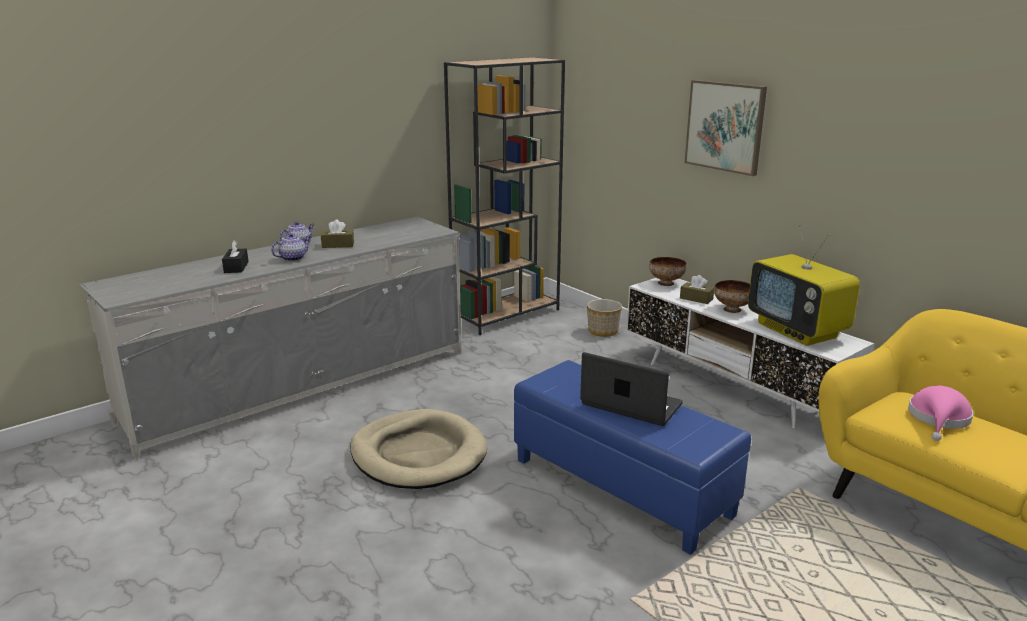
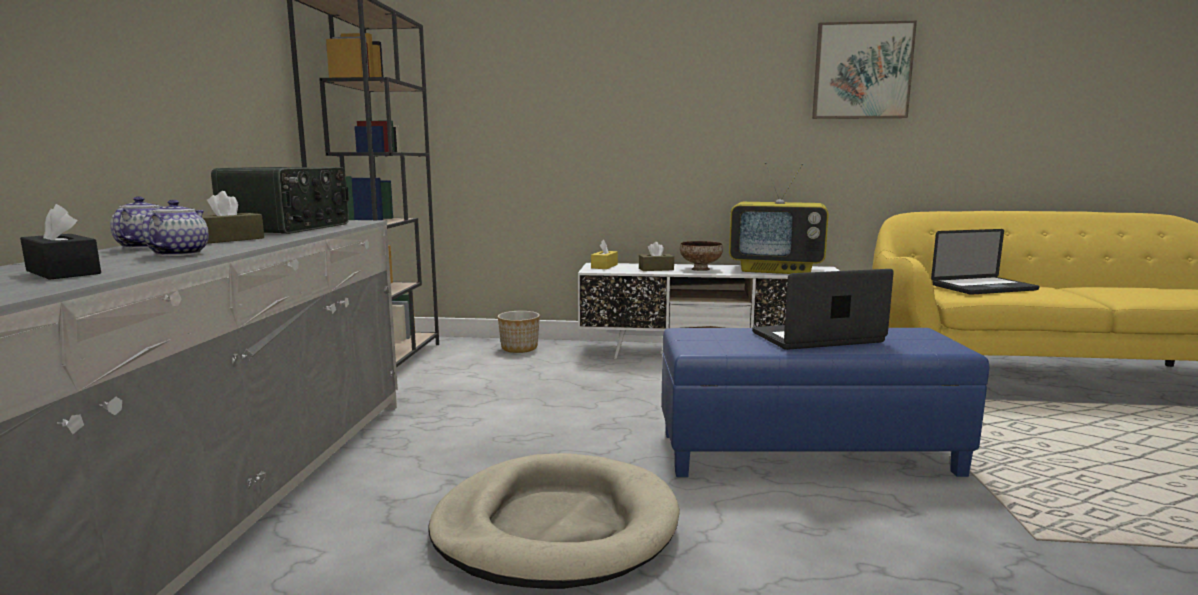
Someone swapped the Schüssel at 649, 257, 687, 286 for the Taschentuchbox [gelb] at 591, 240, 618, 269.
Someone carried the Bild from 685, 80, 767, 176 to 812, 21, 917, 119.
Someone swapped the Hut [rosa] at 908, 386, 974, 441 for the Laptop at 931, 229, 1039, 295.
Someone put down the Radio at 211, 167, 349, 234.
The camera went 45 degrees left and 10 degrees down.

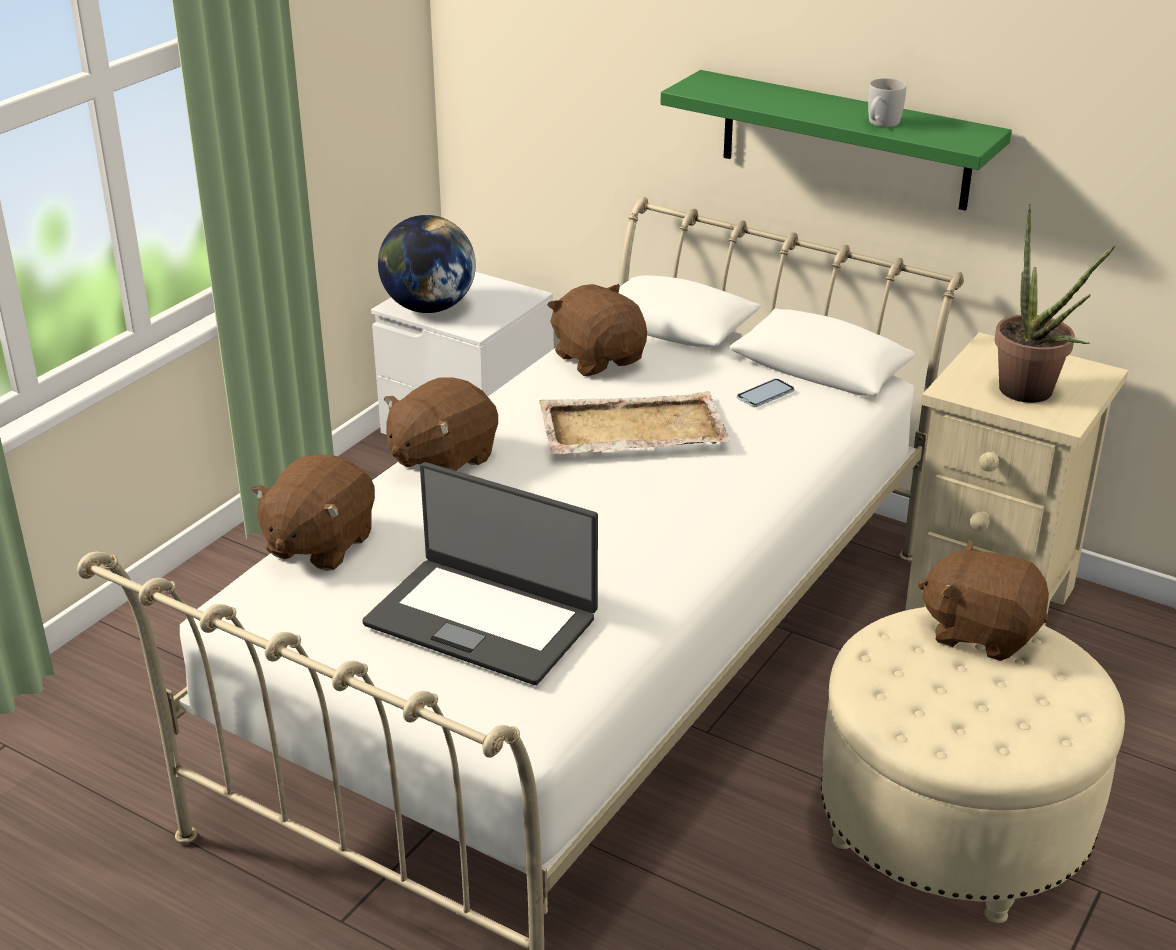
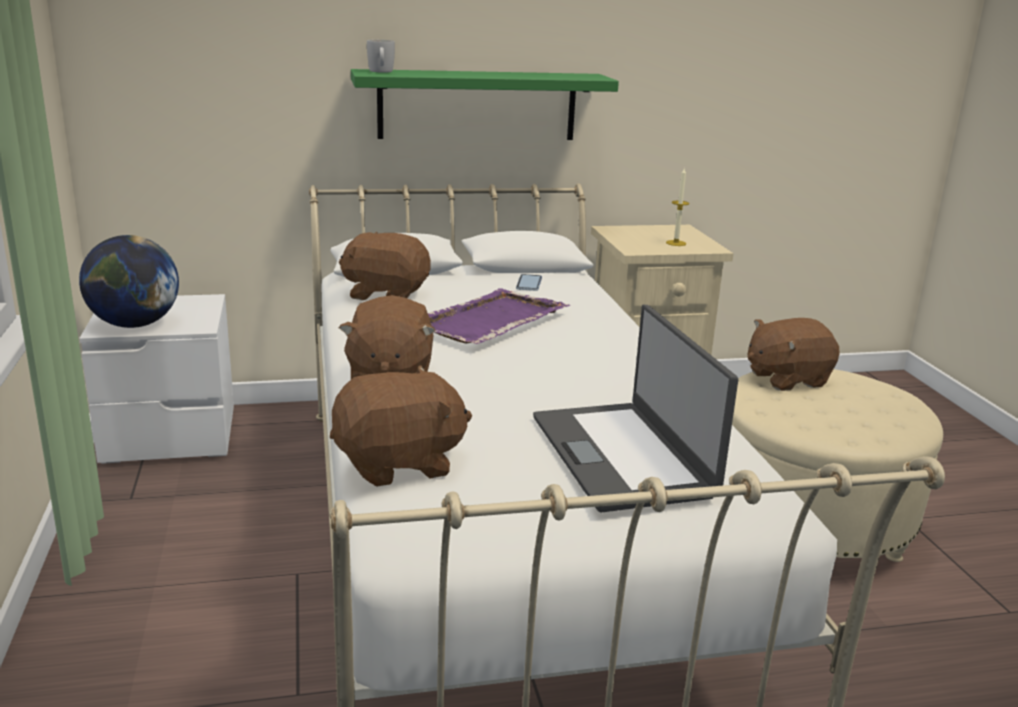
Someone rotated the Plüschtier [braun] at 251, 455, 375, 571 by 90 degrees counterclockwise.
Someone rotated the Laptop at 362, 462, 598, 685 by 90 degrees clockwise.
Someone repainted the Tablett [beige] at 539, 391, 731, 454, which became the Tablett [lila] at 428, 288, 570, 344.
Someone carried the Henkelbecher [weiß] from 868, 78, 907, 127 to 367, 40, 395, 72.
Someone swapped the Topfpflanze at 995, 203, 1116, 403 for the Kerze at 666, 167, 689, 246.
The camera went 45 degrees left and 10 degrees down.

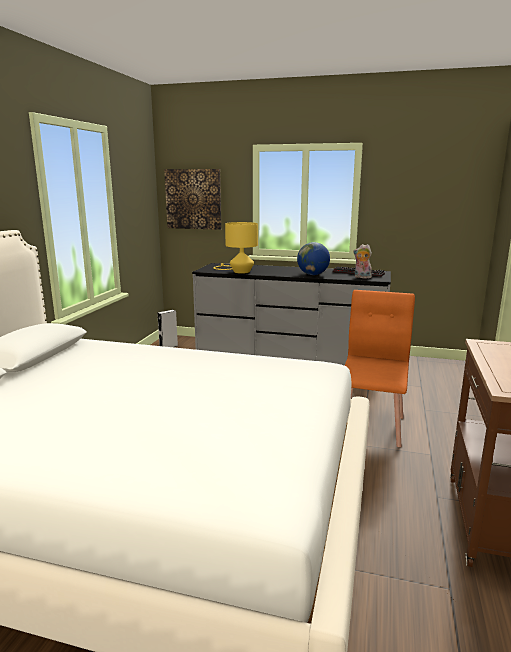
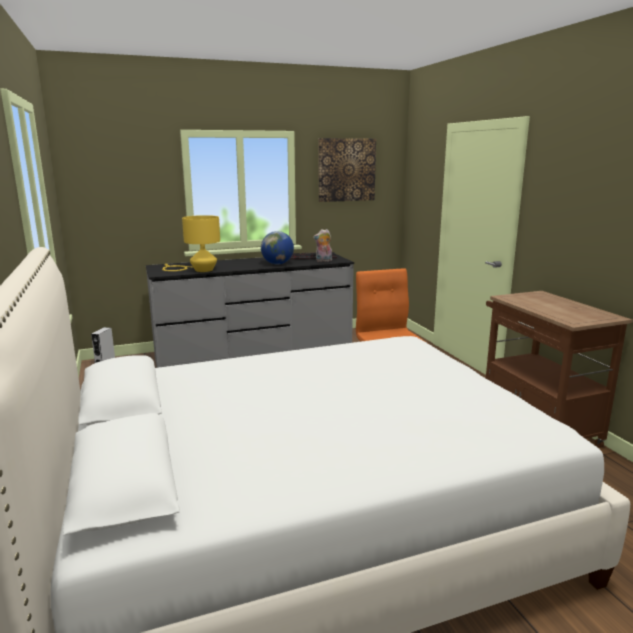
Someone carried the Bild from 164, 169, 221, 230 to 319, 138, 376, 202.
The camera went 35 degrees left and 0 degrees up.

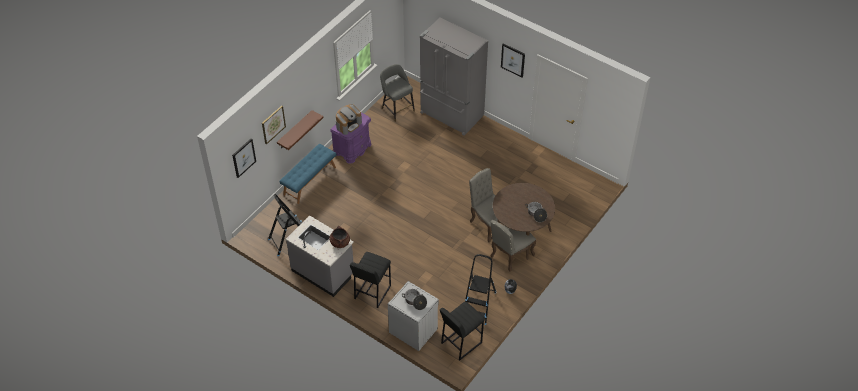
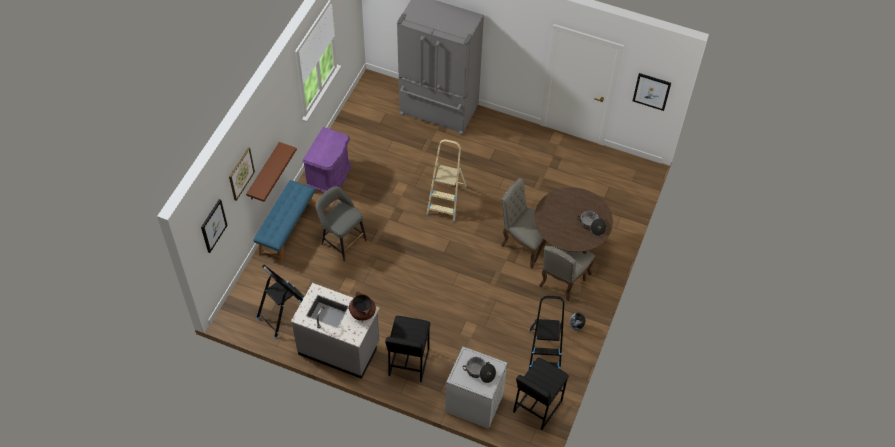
Someone took away the Kaffeemaschine at 336, 104, 362, 135.
Someone carried the Hocker [grau] from 380, 64, 415, 122 to 315, 186, 367, 261.
Someone carried the Bild from 501, 43, 525, 78 to 633, 73, 671, 111.
Someone put down the Trittleiter [beige] at 426, 139, 467, 223.
The camera went 15 degrees left and 5 degrees up.

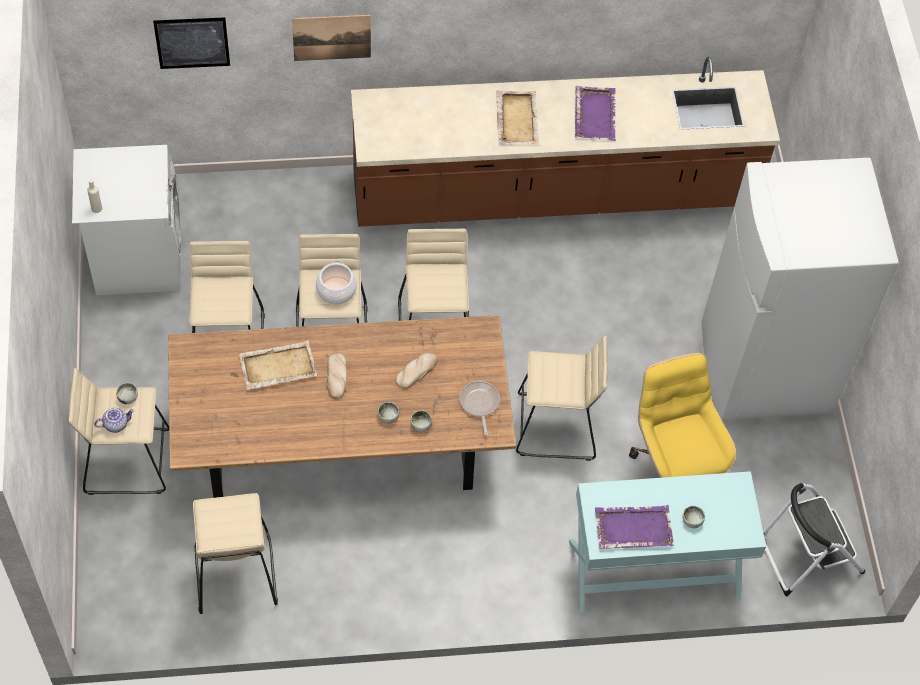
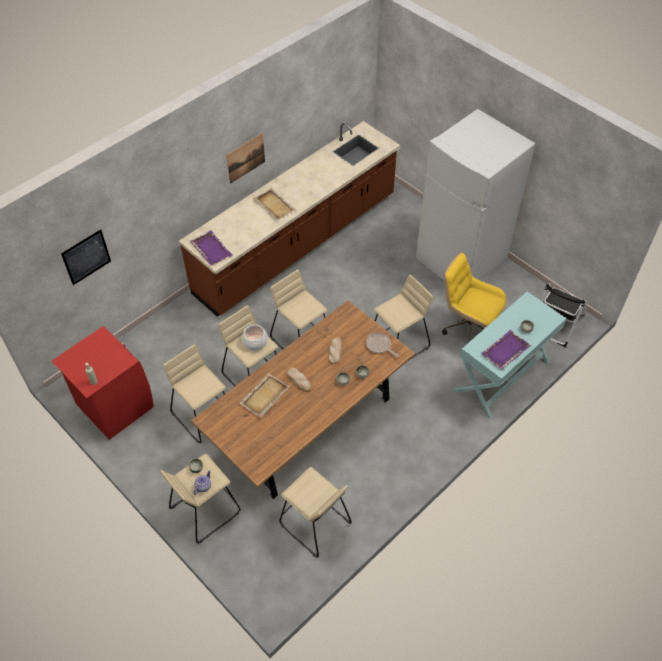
Someone repainted the Waschmaschine [weiß] at 72, 145, 181, 295, which became the Waschmaschine [rot] at 52, 326, 154, 440.
Someone carried the Bild from 292, 15, 371, 61 to 226, 133, 265, 184.
Someone carried the Tablett [lila] from 575, 86, 616, 141 to 190, 231, 233, 266.
The camera went 35 degrees left and 5 degrees down.

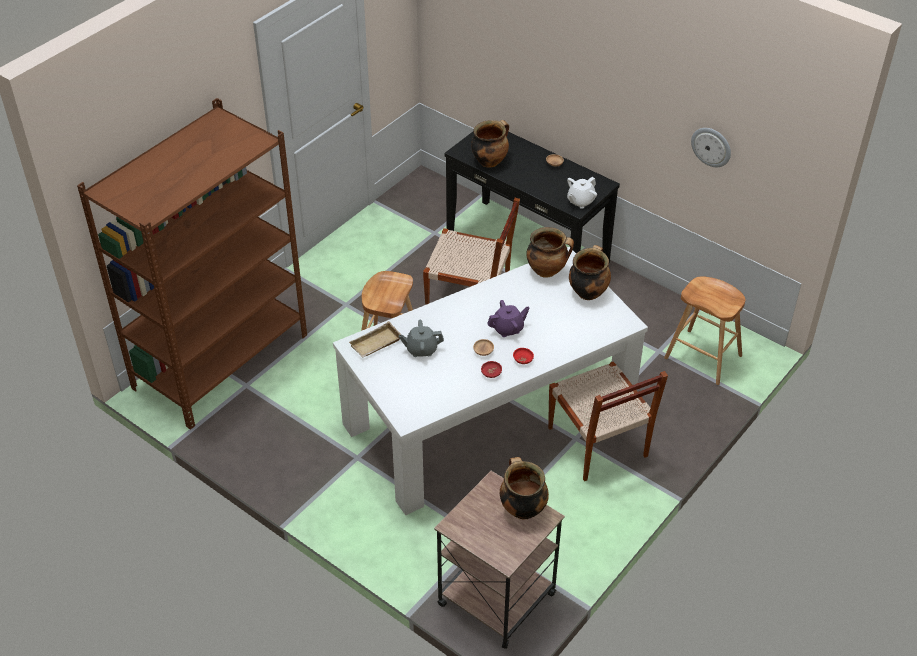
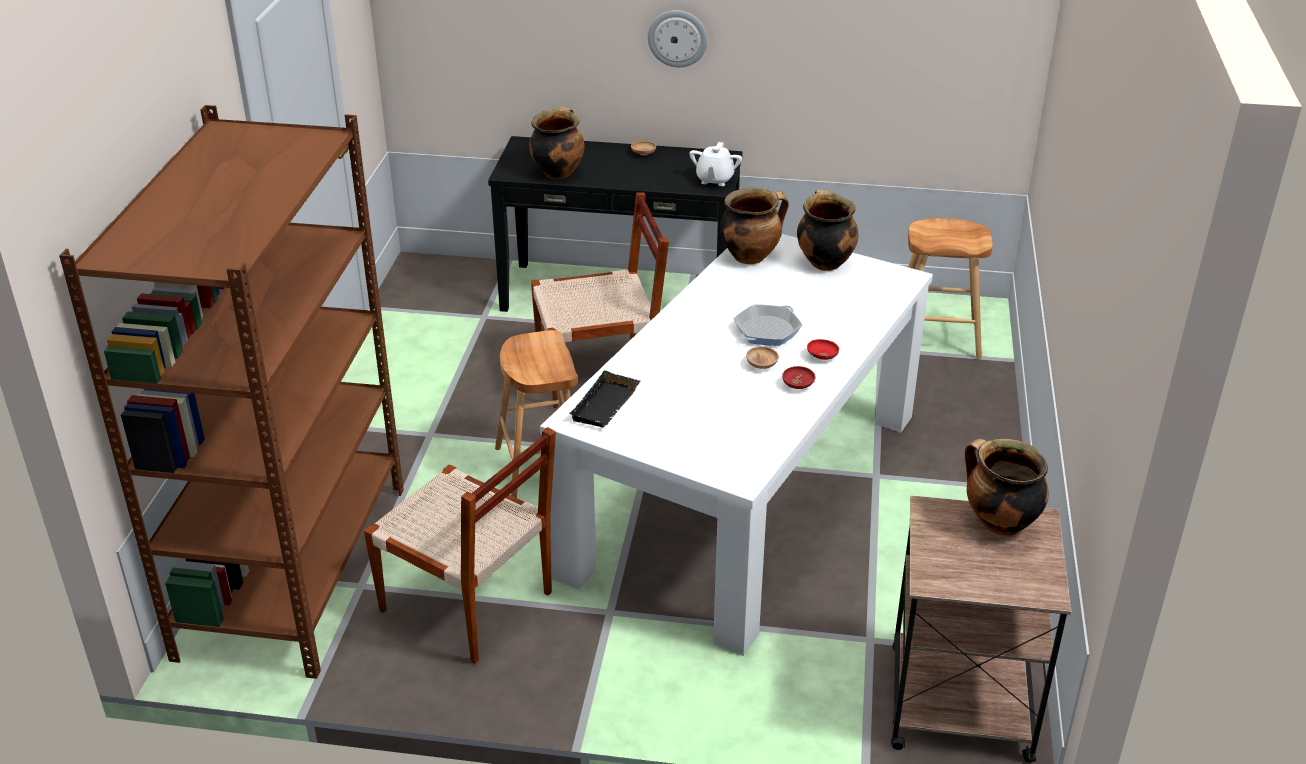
Someone repainted the Tablett [beige] at 349, 321, 402, 357, which became the Tablett [schwarz] at 569, 370, 640, 427.
Someone took away the Teekanne [grau] at 399, 320, 444, 357.
Someone swapped the Teekanne [lila] at 487, 300, 530, 337 for the Pfanne at 734, 304, 802, 346.
Someone carried the Stuhl from 548, 362, 668, 481 to 364, 427, 556, 664.
Someone carried the Wanduhr from 691, 128, 731, 167 to 648, 10, 708, 67.
The camera went 30 degrees left and 10 degrees down.

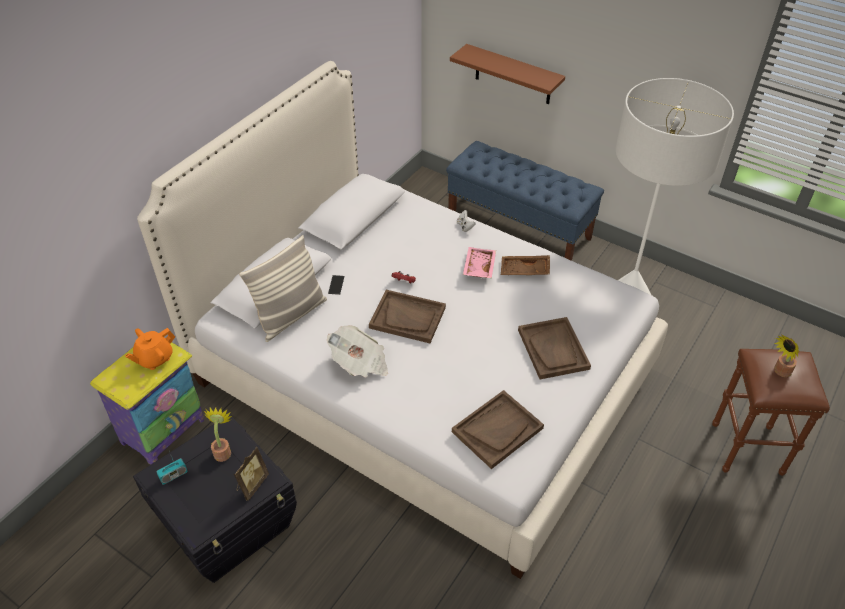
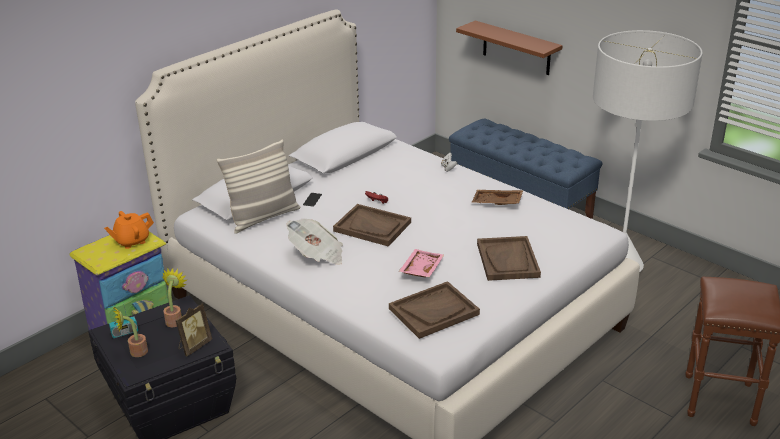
Someone carried the Tablett [rosa] from 463, 247, 496, 278 to 399, 249, 444, 278.
Someone carried the Topfpflanze from 774, 335, 799, 377 to 112, 306, 148, 357.
The camera went 10 degrees right and 15 degrees down.

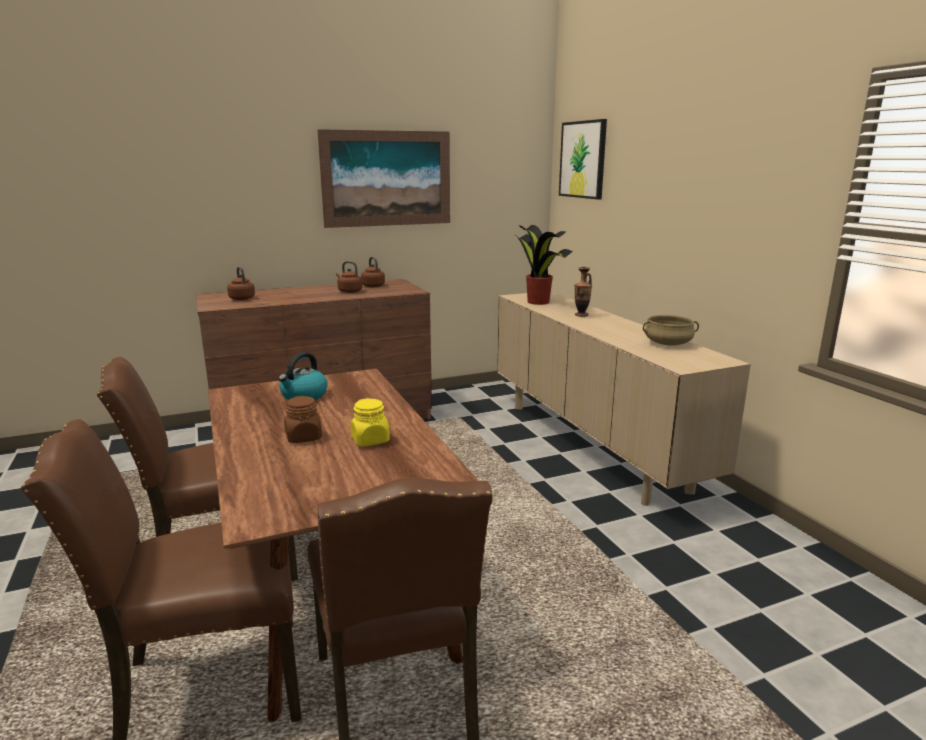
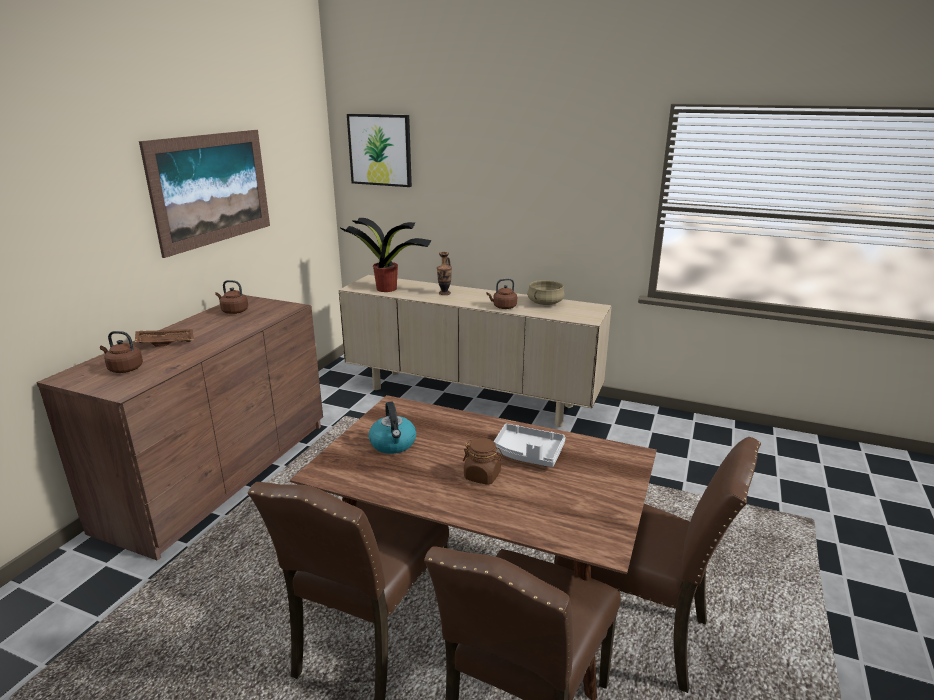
Someone carried the Wasserkessel [braun] from 336, 261, 362, 293 to 487, 278, 517, 309.
Someone swapped the Vorratsglas [gelb] at 350, 398, 390, 446 for the Tablett [grau] at 494, 424, 566, 467.
Someone put down the Tablett [braun] at 135, 329, 194, 347.
The camera went 45 degrees left and 5 degrees up.

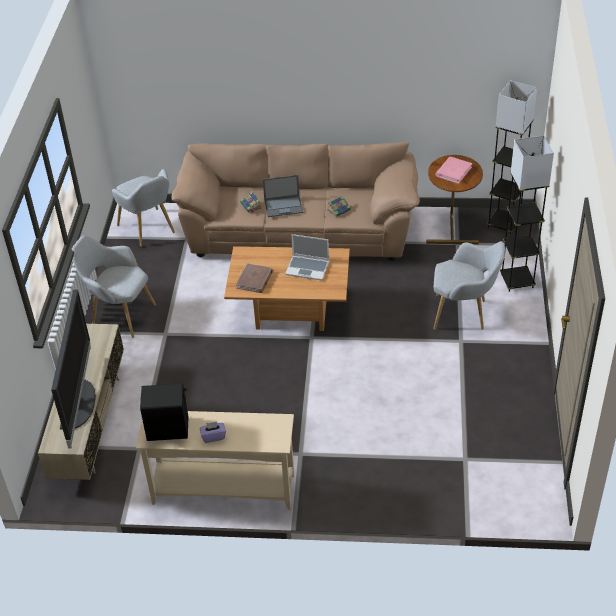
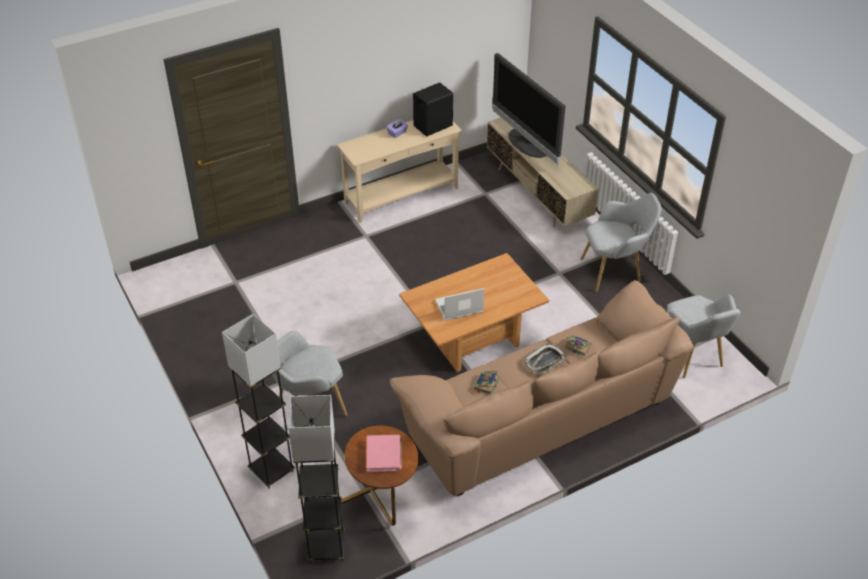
Someone rotated the Sessel [grau] at 112, 169, 175, 247 by 135 degrees counterclockwise.
Someone took away the Buch [braun] at 236, 263, 273, 293.
Someone swapped the Laptop at 263, 175, 303, 217 for the Tablett at 524, 344, 566, 374.
The camera went 145 degrees right and 0 degrees up.

